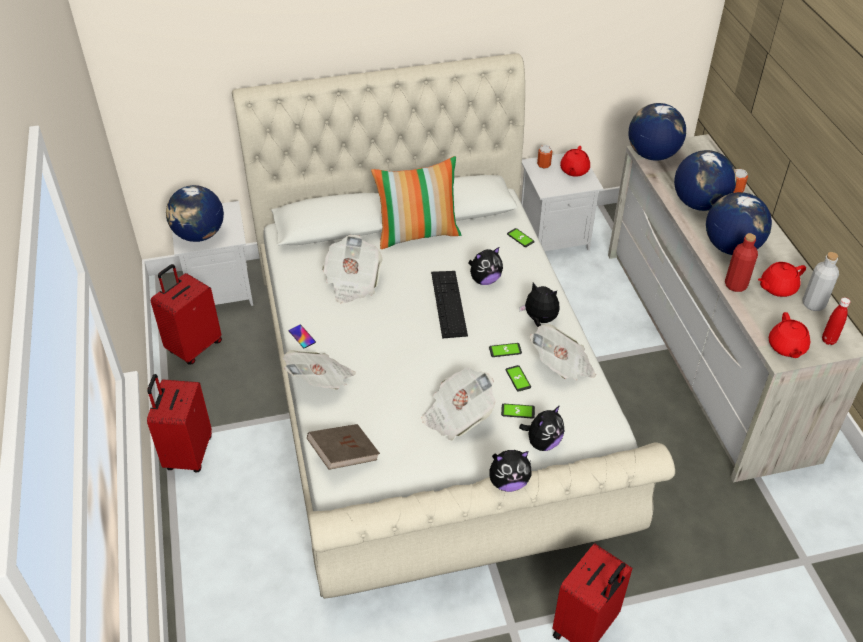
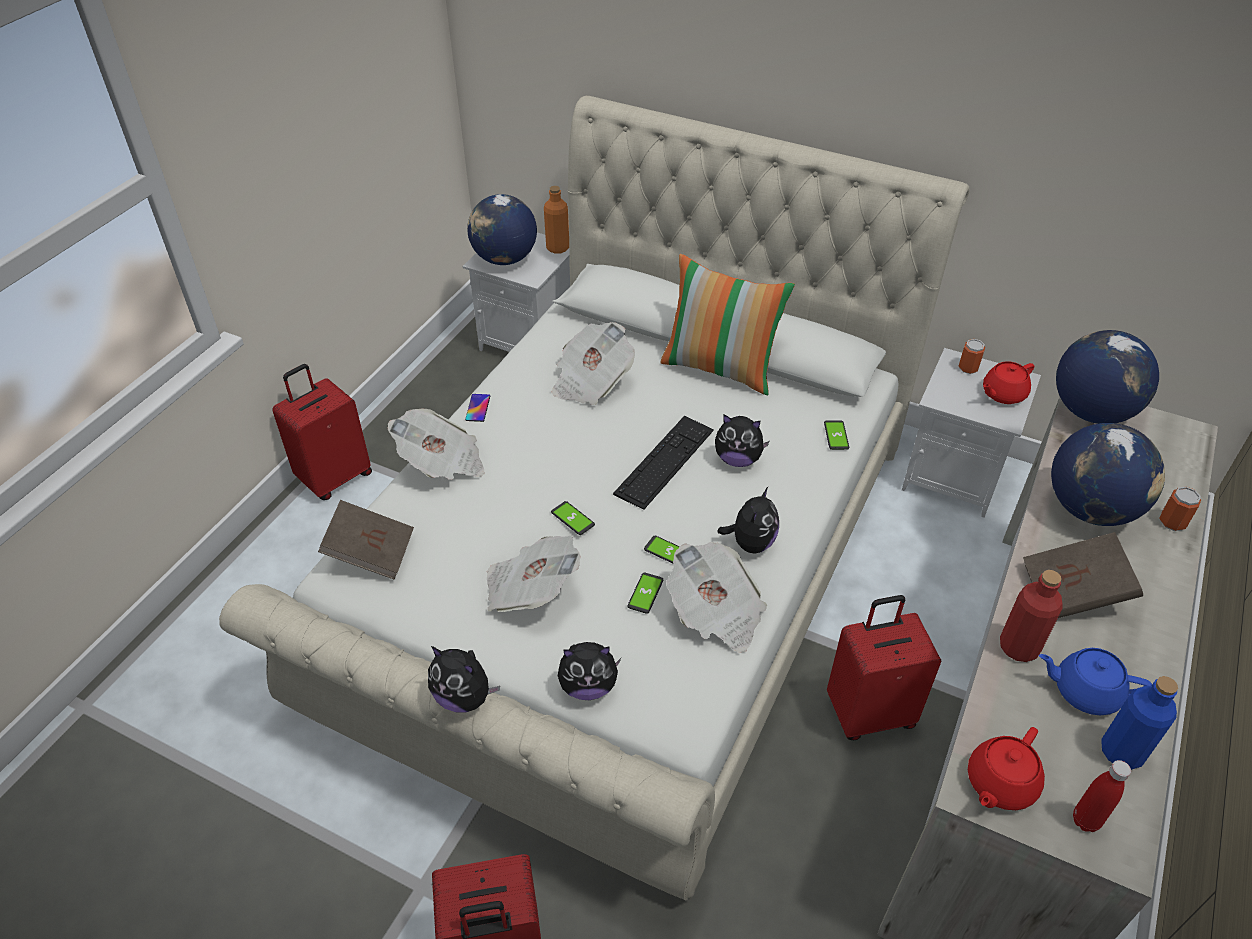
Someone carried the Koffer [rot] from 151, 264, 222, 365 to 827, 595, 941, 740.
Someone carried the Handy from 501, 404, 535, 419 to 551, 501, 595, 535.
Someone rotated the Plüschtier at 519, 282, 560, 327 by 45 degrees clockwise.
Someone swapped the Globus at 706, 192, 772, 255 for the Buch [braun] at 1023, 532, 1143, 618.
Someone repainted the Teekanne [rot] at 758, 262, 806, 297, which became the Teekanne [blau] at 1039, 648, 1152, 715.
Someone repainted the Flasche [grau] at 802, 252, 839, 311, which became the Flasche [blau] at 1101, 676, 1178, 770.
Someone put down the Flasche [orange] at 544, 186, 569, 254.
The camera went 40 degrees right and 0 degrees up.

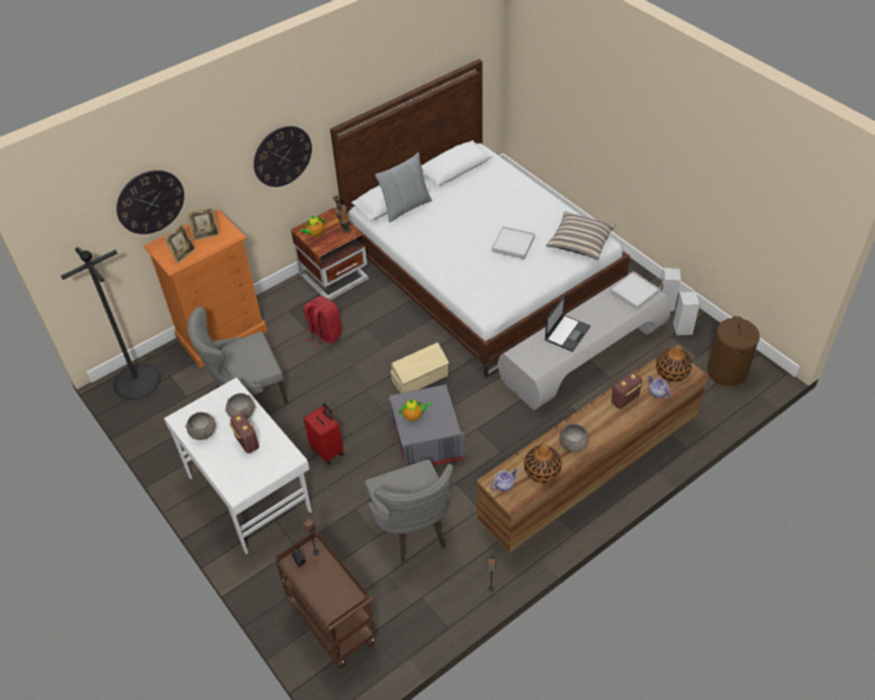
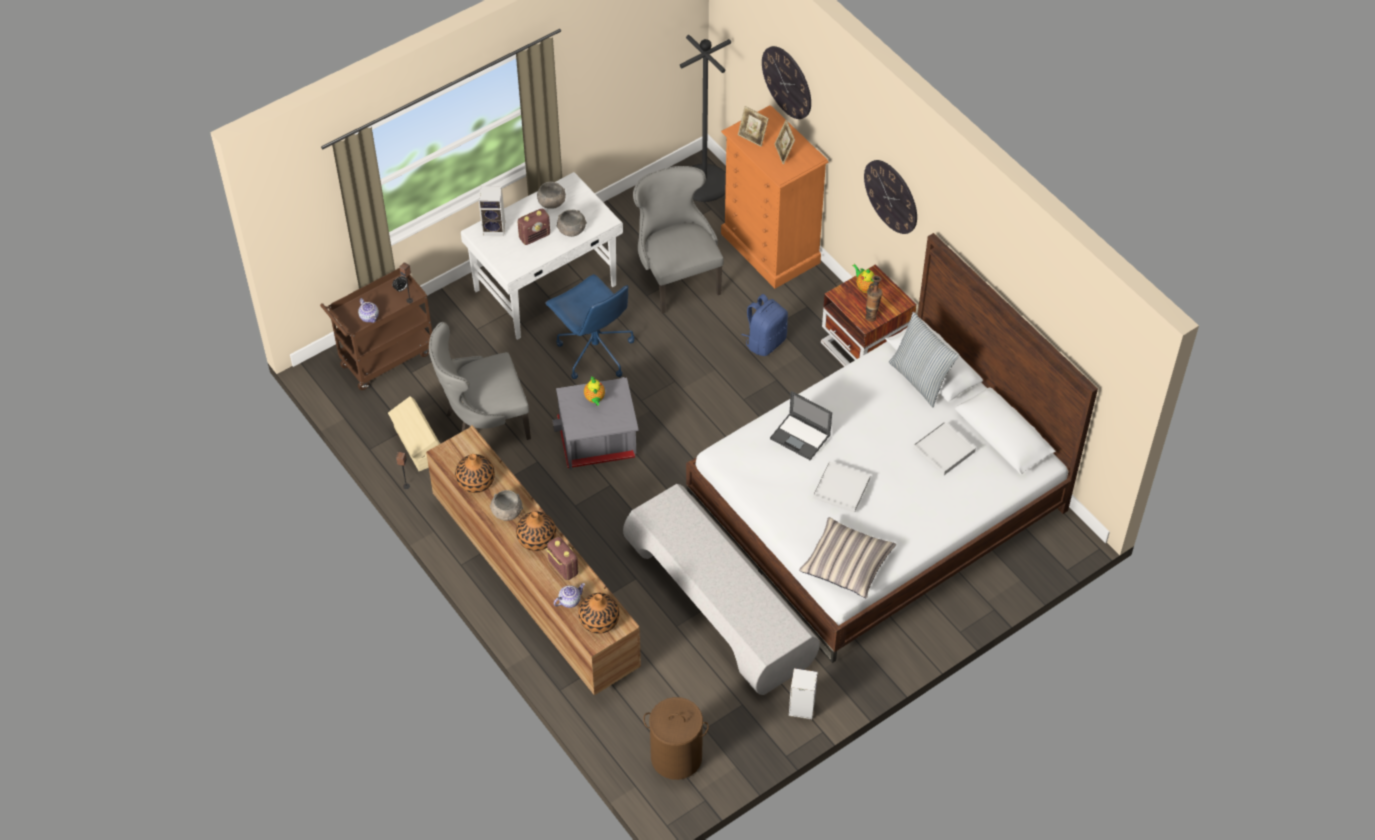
Someone repainted the Rucksack [rot] at 303, 296, 342, 349, which became the Rucksack [blau] at 742, 294, 788, 356.
Someone swapped the Koffer [rot] at 303, 403, 344, 465 for the Bürostuhl [blau] at 545, 274, 635, 379.
Someone carried the Aufbewahrungsbox [beige] from 391, 342, 449, 393 to 388, 396, 440, 471.
Someone carried the Teekanne from 490, 468, 518, 491 to 358, 298, 379, 323.
Someone carried the Laptop from 545, 294, 590, 352 to 770, 391, 832, 460.
Someone carried the Tablett [weiß] from 610, 271, 660, 310 to 913, 421, 976, 475.
Someone carried the Lautsprecher from 673, 292, 700, 335 to 479, 186, 505, 236.
Someone put down the Vase at 516, 511, 556, 551.
The camera went 90 degrees right and 5 degrees up.

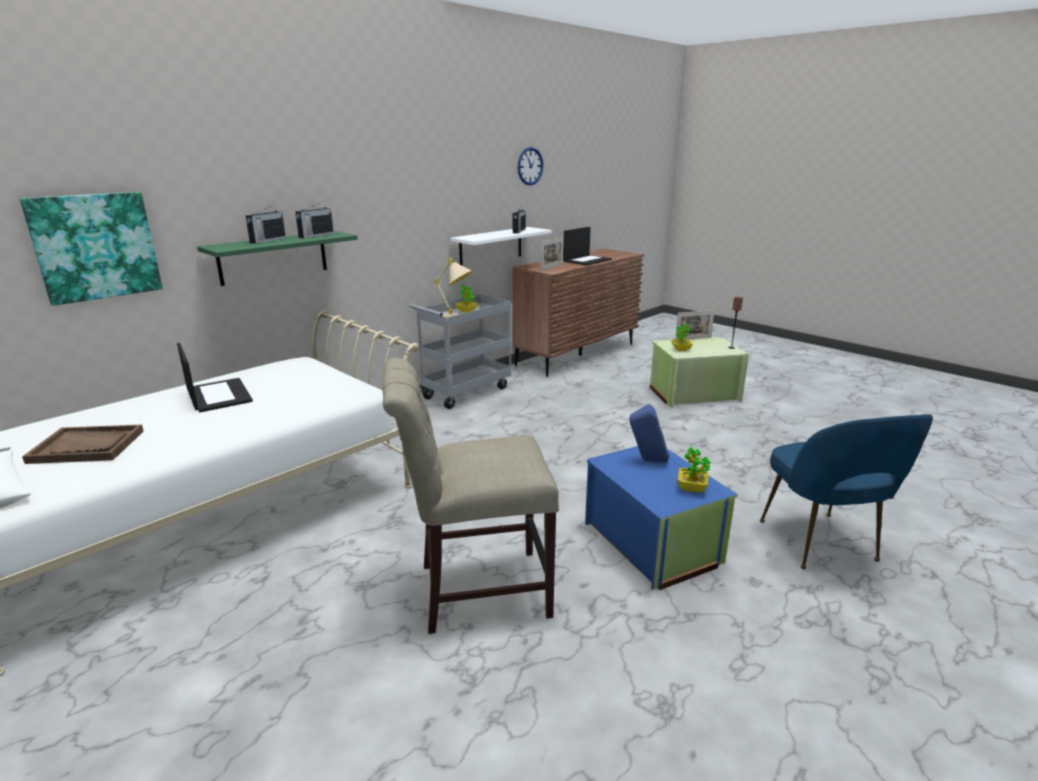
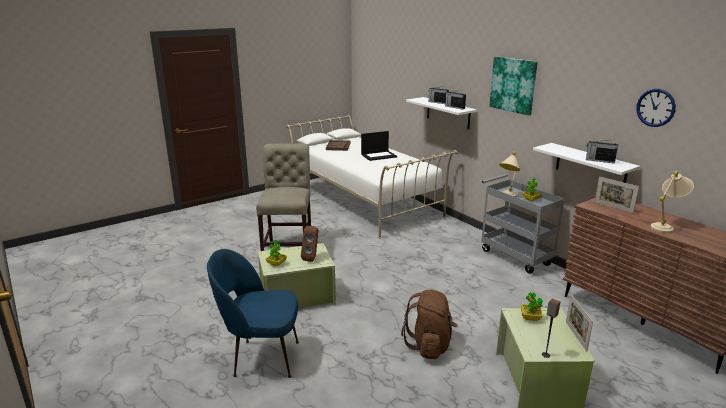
Someone carried the Bild from 20, 192, 163, 306 to 489, 56, 538, 116.
Someone repainted the Wandregal [grün] at 197, 231, 358, 286, which became the Wandregal [weiß] at 406, 97, 477, 130.
Someone swapped the Laptop at 563, 227, 612, 266 for the Tischlampe [beige] at 650, 171, 694, 233.
Someone repainted the Aufbewahrungsbox [blau] at 585, 446, 738, 590, which became the Aufbewahrungsbox [grün] at 258, 243, 336, 308.
Someone repainted the Lautsprecher [blau] at 629, 404, 670, 463, which became the Lautsprecher [braun] at 301, 226, 318, 262.
Someone put down the Rucksack [braun] at 401, 290, 458, 359.
The camera went 100 degrees right and 0 degrees up.

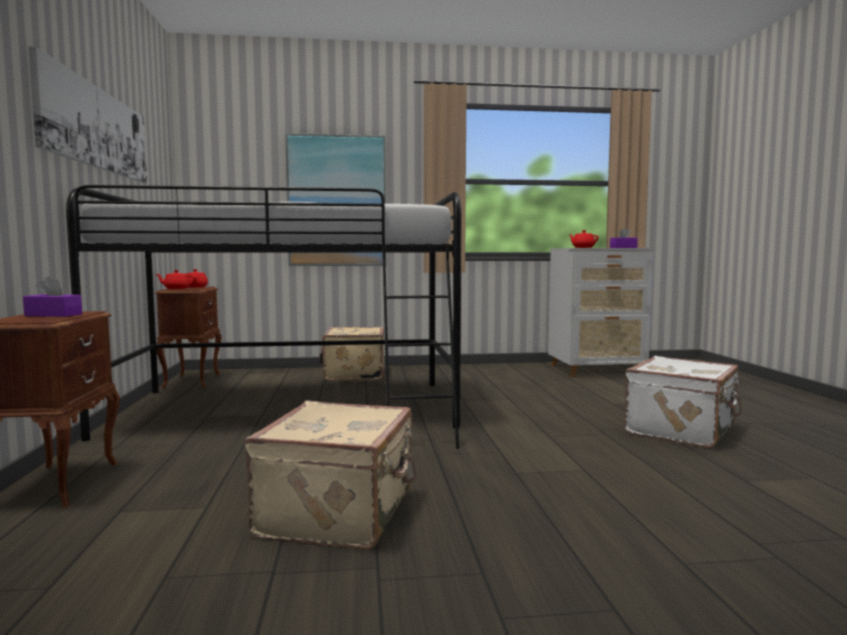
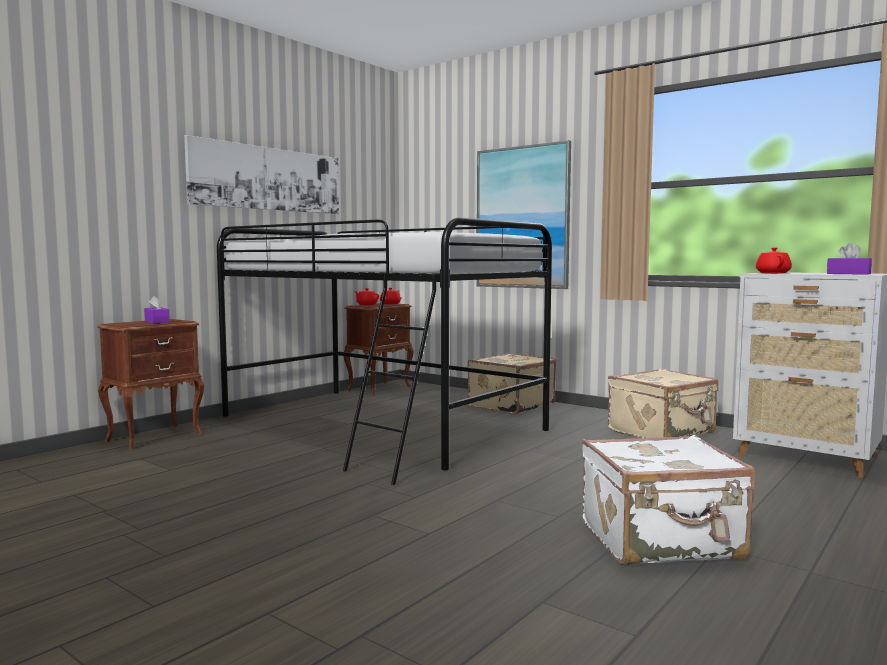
Someone carried the Koffer [beige] from 244, 401, 416, 550 to 608, 369, 719, 438.
The camera went 45 degrees right and 0 degrees up.

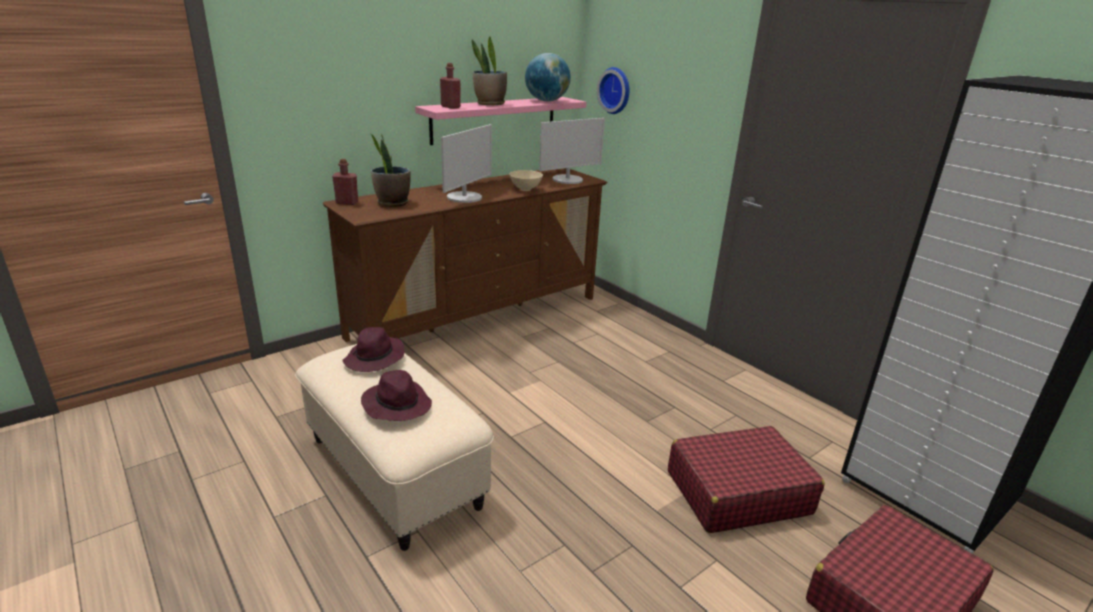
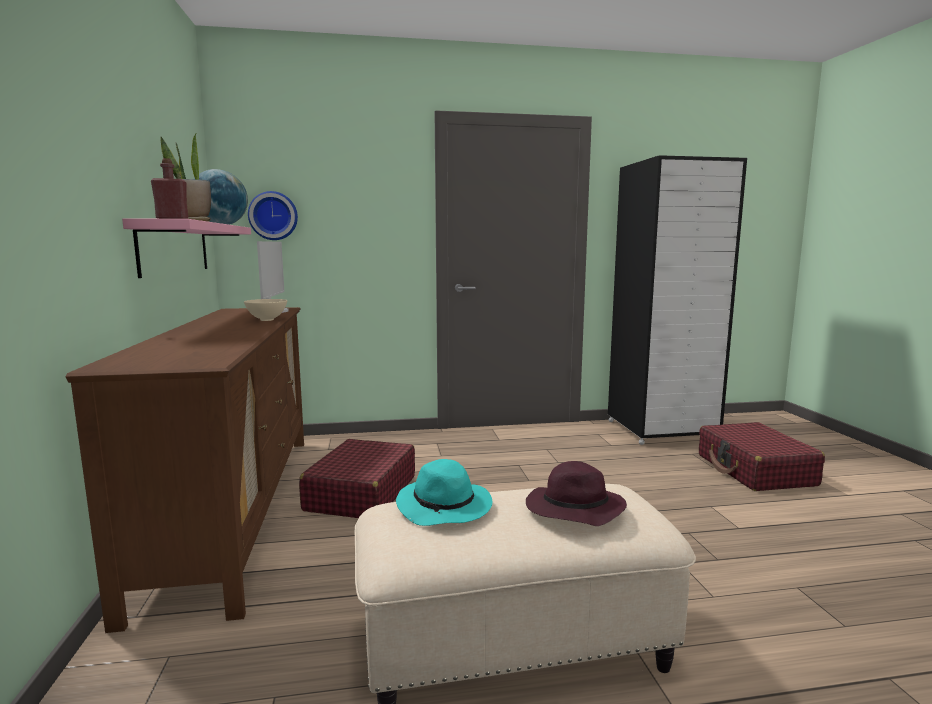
Someone took away the Flasche [rot] at 332, 159, 358, 205.
Someone repainted the Hut [lila] at 342, 327, 405, 372, which became the Hut [türkis] at 396, 459, 492, 526.
Someone took away the Topfpflanze at 371, 134, 411, 207.
Someone took away the Monitor at 441, 124, 492, 203.
Someone carried the Koffer [rot] from 668, 426, 825, 533 to 299, 439, 415, 518.
The camera went 60 degrees left and 15 degrees down.

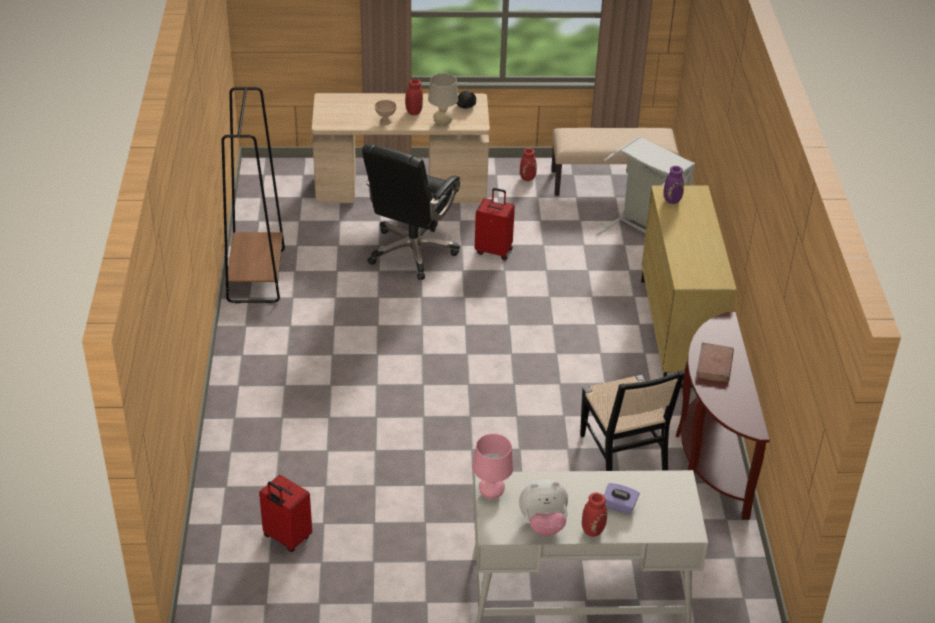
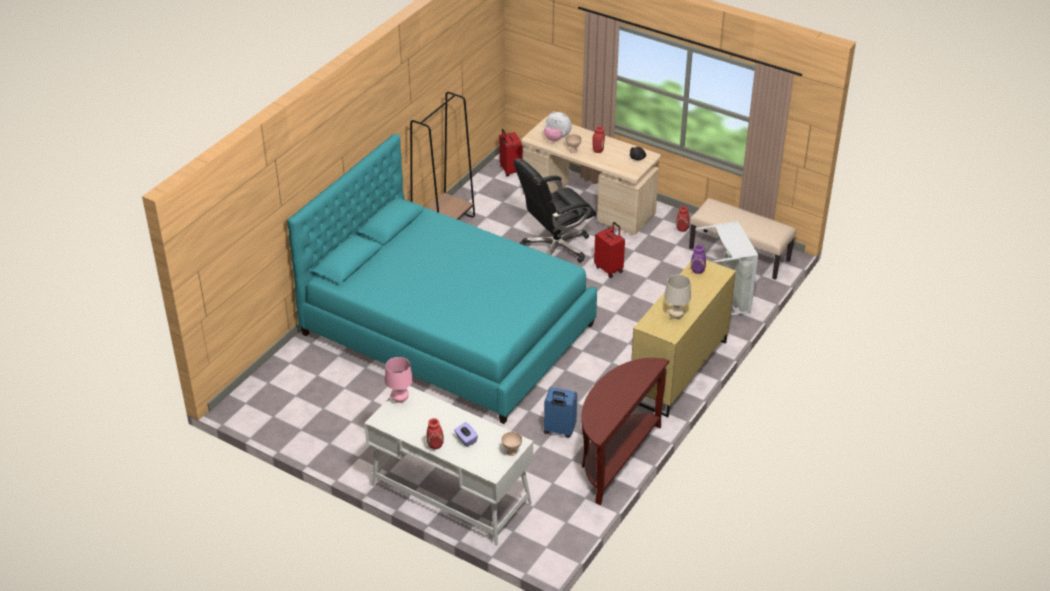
Someone carried the Koffer [rot] from 259, 475, 312, 552 to 499, 129, 522, 176.
Someone carried the Tischlampe [beige] from 428, 73, 458, 127 to 664, 274, 691, 319.
Someone carried the Plüschtier from 519, 479, 568, 536 to 544, 111, 572, 141.
Someone swapped the Stuhl at 580, 370, 685, 471 for the Koffer [blau] at 544, 387, 577, 438.
Someone took away the Buch [braun] at 696, 342, 734, 382.
Someone put down the Bett [türkis] at 287, 134, 597, 424.
Someone put down the Schüssel [beige] at 501, 432, 522, 456.
The camera went 35 degrees right and 0 degrees up.

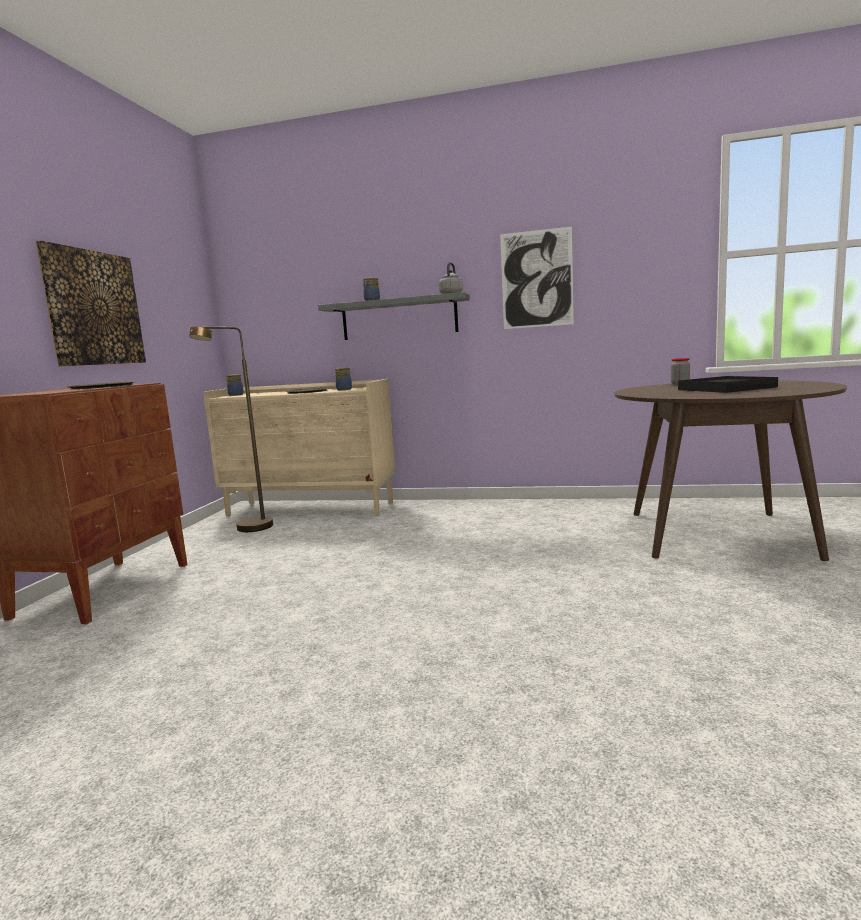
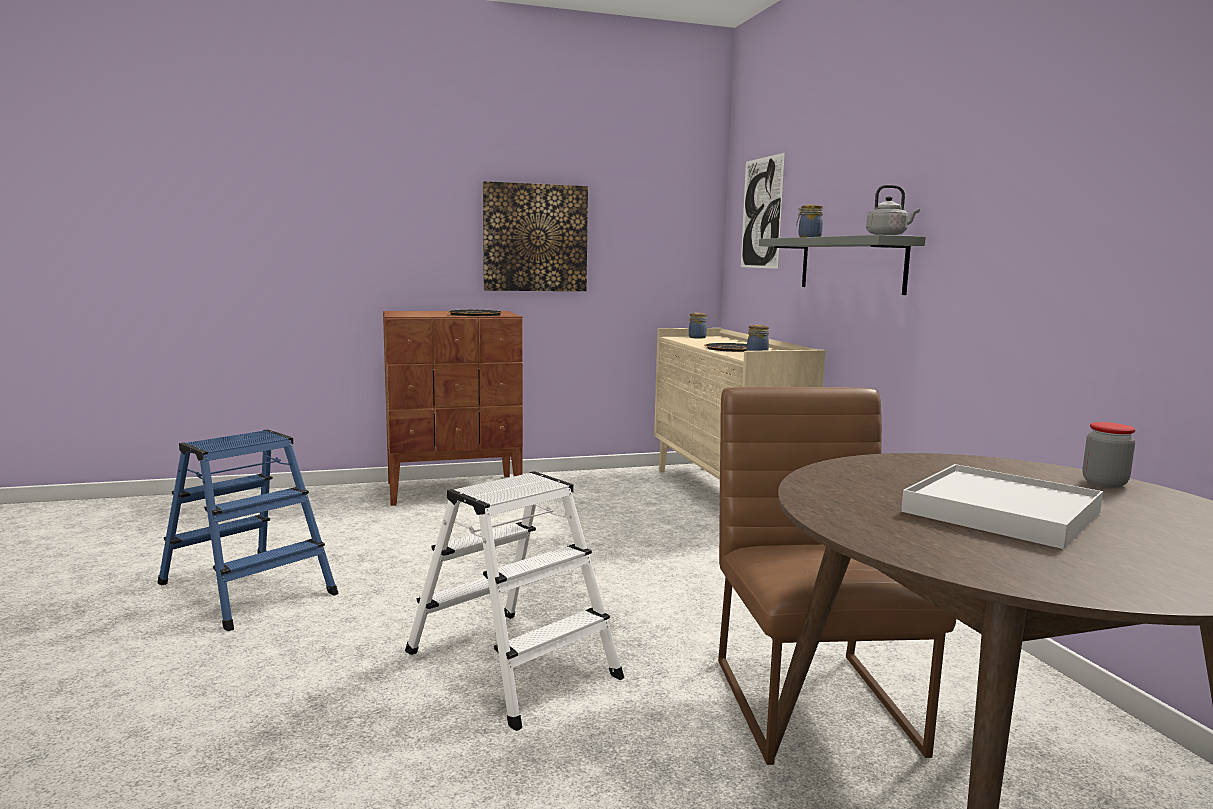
Someone took away the Stehlampe [braun] at 189, 326, 273, 532.
Someone carried the Bild from 500, 227, 574, 329 to 741, 153, 785, 269.
Someone repainted the Tablett [schwarz] at 678, 376, 778, 393, which became the Tablett [weiß] at 901, 464, 1103, 549.
Someone put down the Trittleiter [blau] at 157, 429, 339, 631.
Someone put down the Trittleiter [weiß] at 405, 471, 624, 731.
Someone put down the Stuhl [braun] at 718, 387, 956, 765.
The camera went 60 degrees right and 0 degrees up.

